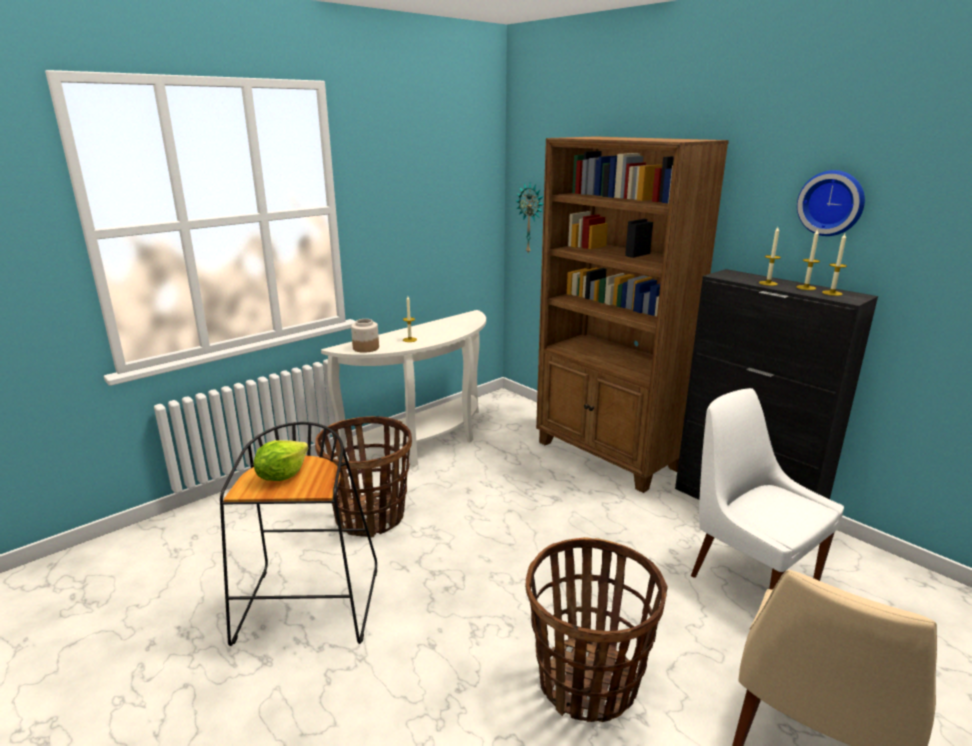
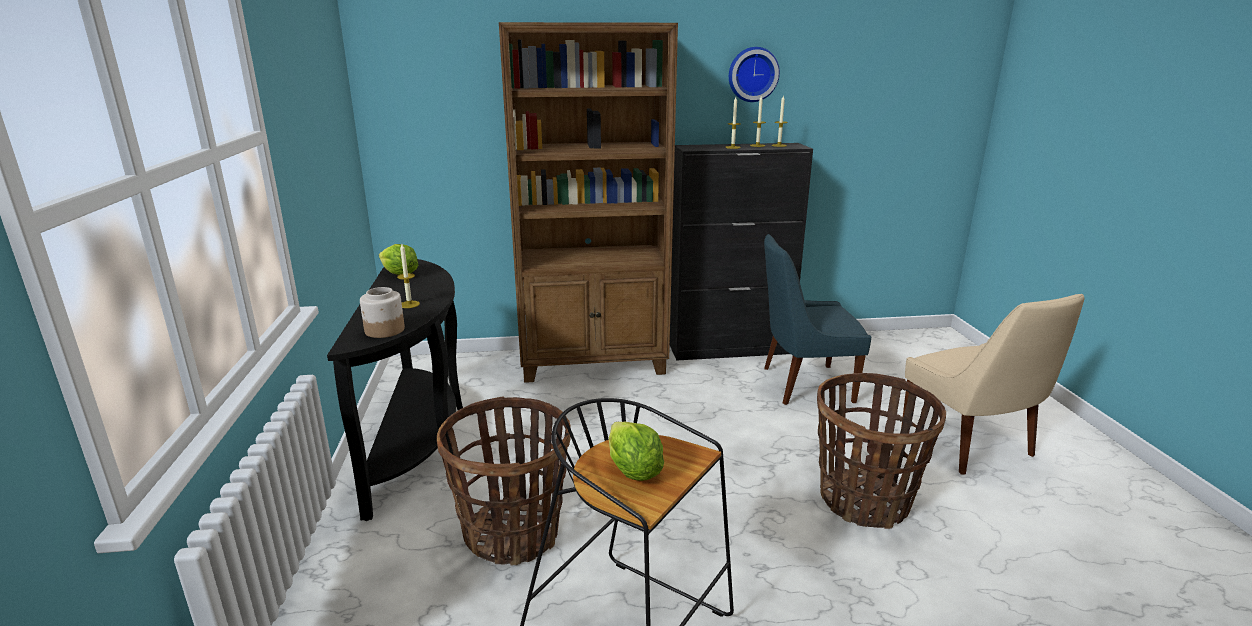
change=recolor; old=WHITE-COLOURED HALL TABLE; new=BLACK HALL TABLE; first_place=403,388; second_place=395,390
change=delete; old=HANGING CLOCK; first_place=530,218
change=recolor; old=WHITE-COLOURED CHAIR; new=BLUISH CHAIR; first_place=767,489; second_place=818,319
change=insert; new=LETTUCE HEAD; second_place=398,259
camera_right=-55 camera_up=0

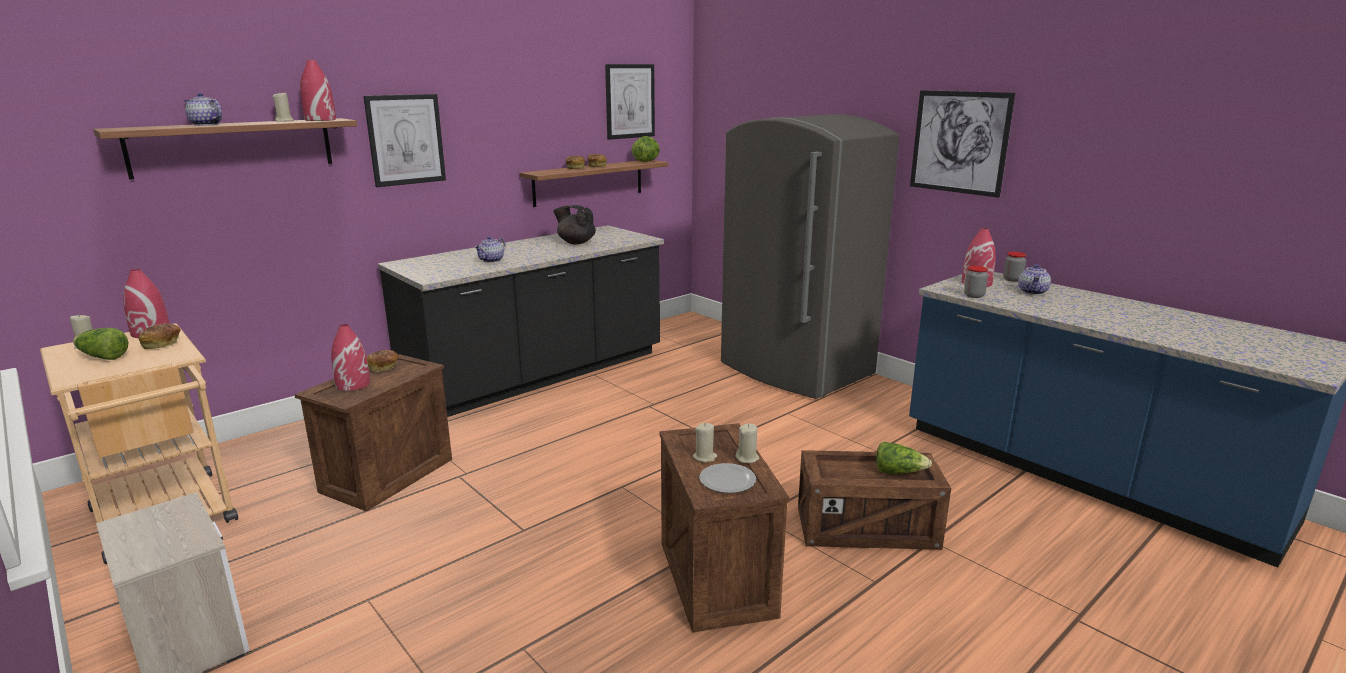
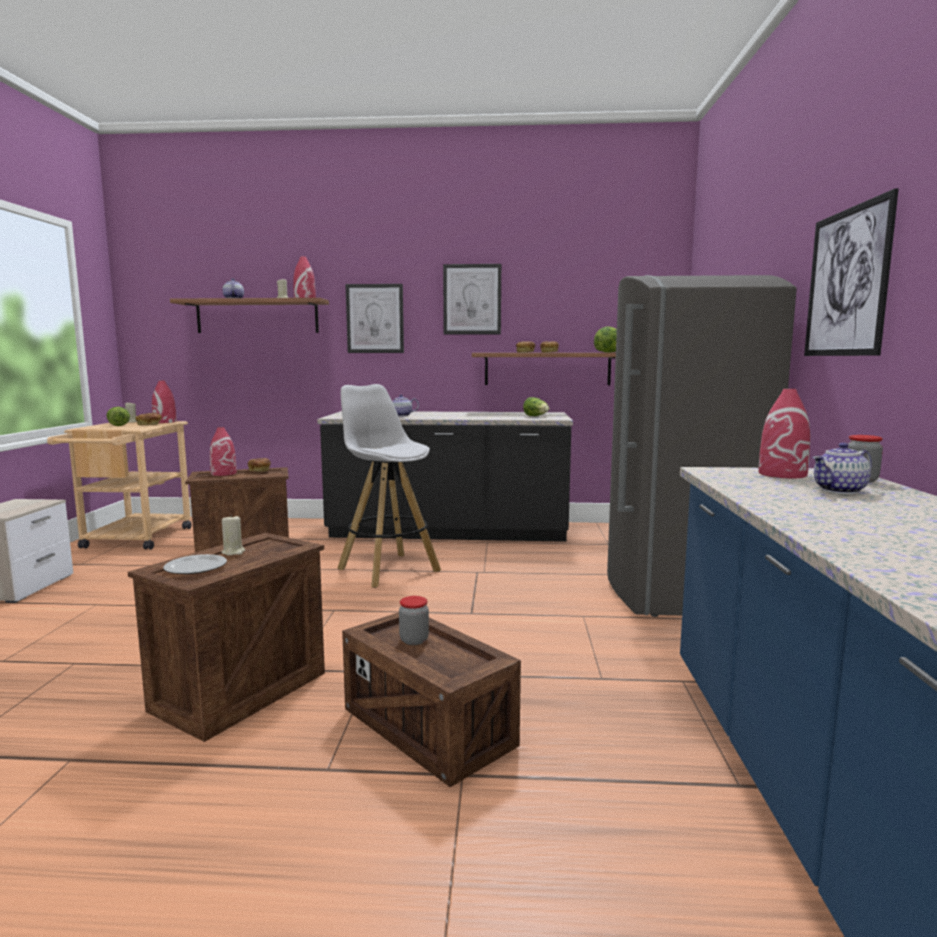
change=delete; old=BLACK TEA POT; first_place=574,224
change=move; old=WALL PICTURE; first_place=630,102; second_place=472,299
change=delete; old=BEIGE-COLOURED WAX CANDLE; first_place=747,443
change=move; old=LETTUCE HEAD; first_place=904,458; second_place=536,406
change=move; old=PRESERVE JAR; first_place=976,282; second_place=414,620
change=insert; new=WHITE-COLOURED STOOL; second_place=389,486
camera_right=45 camera_up=-10

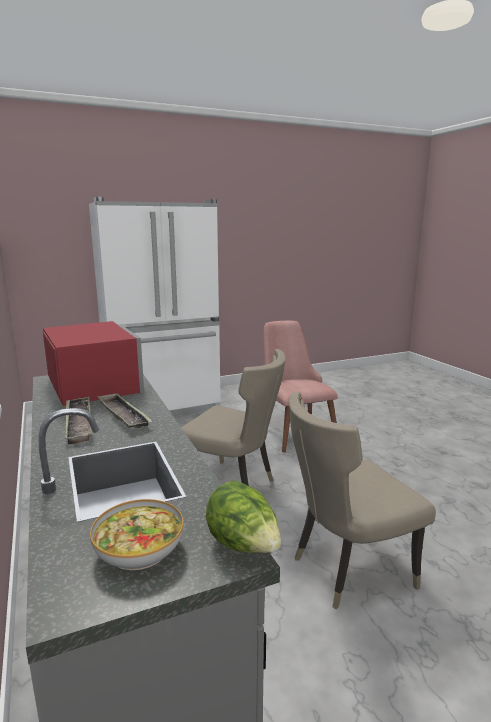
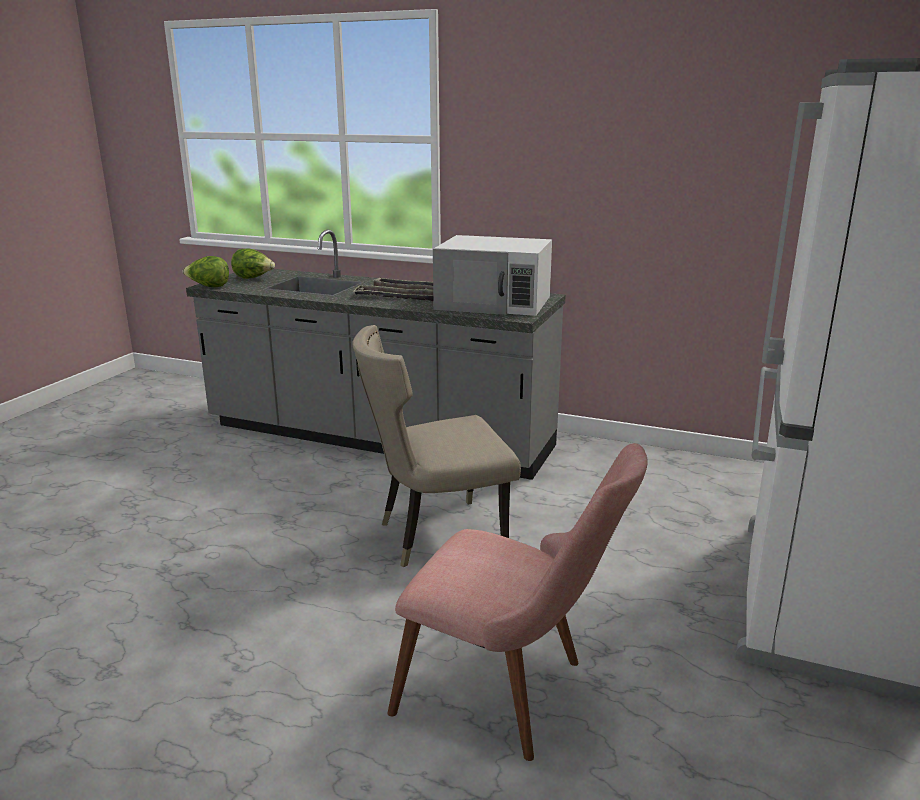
change=recolor; old=REDDISH MICROWAVE; new=WHITE-COLOURED MICROWAVE; first_place=93,363; second_place=492,275
change=replace; old=BOWL; new=LETTUCE HEAD; first_place=136,534; second_place=253,263
change=delete; old=BEIGE-COLOURED CHAIR; first_place=362,500
camera_right=135 camera_up=5

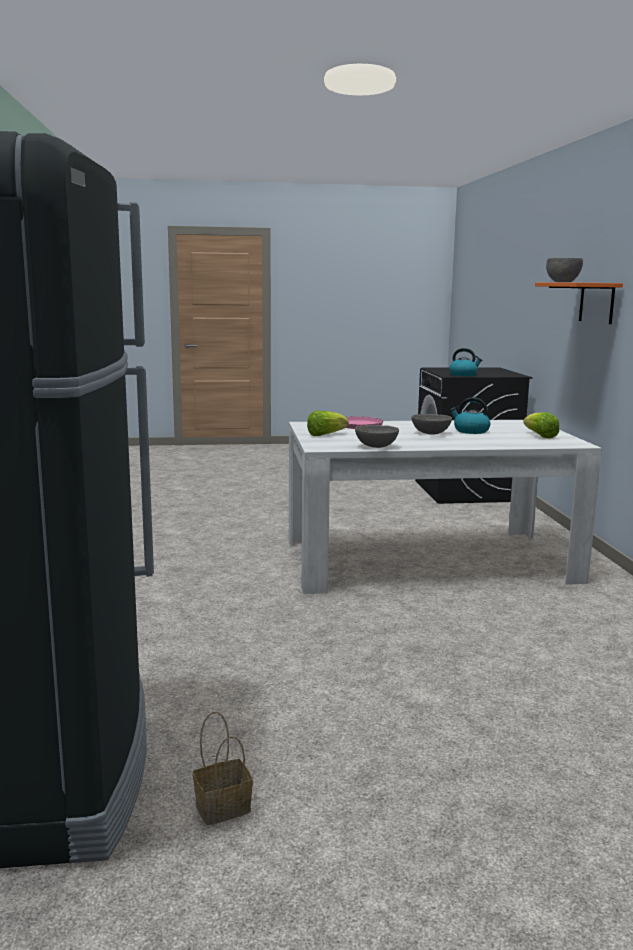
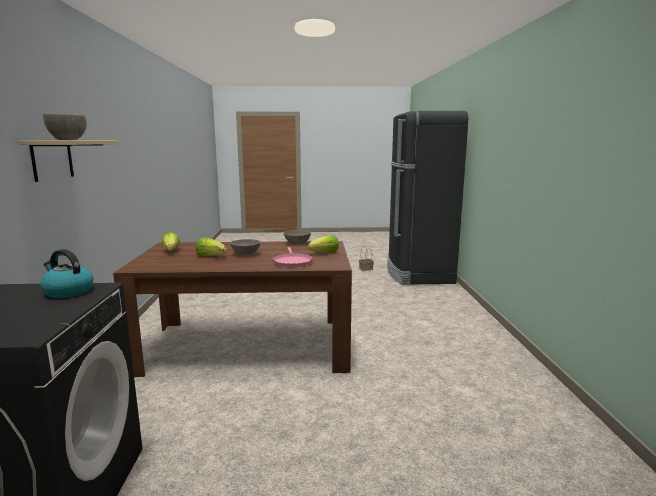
change=recolor; old=WHITE-COLOURED DINNER TABLE; new=BROWN DINNER TABLE; first_place=445,507; second_place=232,309
change=replace; old=TEA KETTLE; new=LETTUCE HEAD; first_place=470,415; second_place=211,247
change=recolor; old=ORANGEY BRACKET SHELF; new=BEIGE-COLOURED BRACKET SHELF; first_place=579,303; second_place=68,161
camera_right=-175 camera_up=0

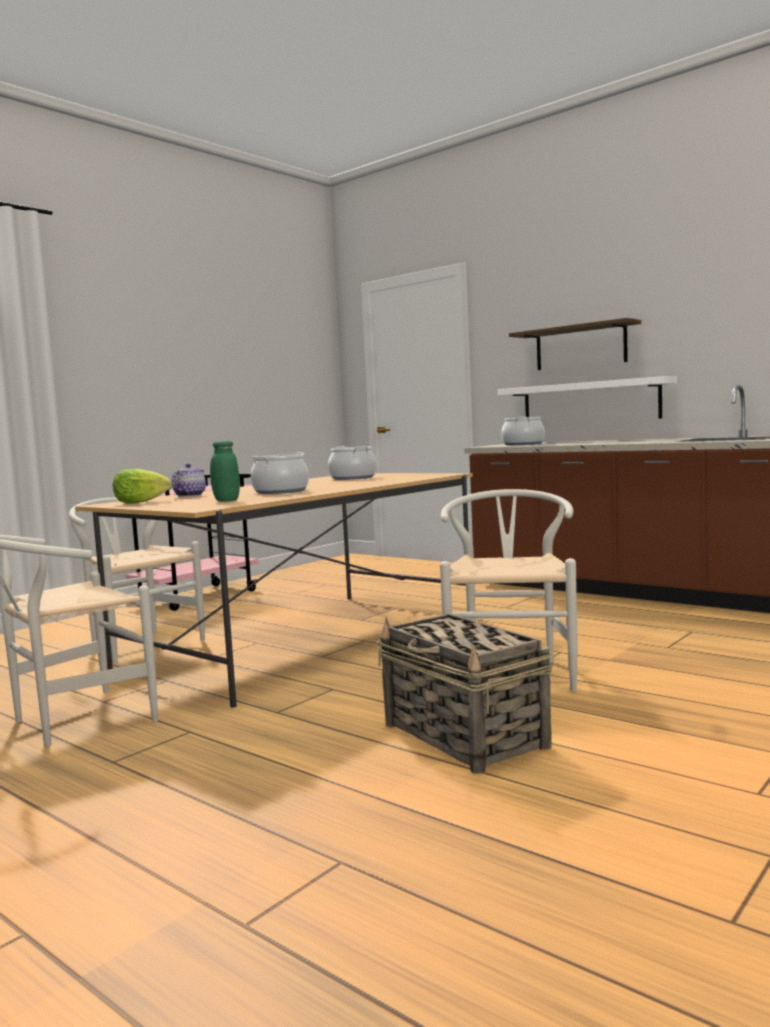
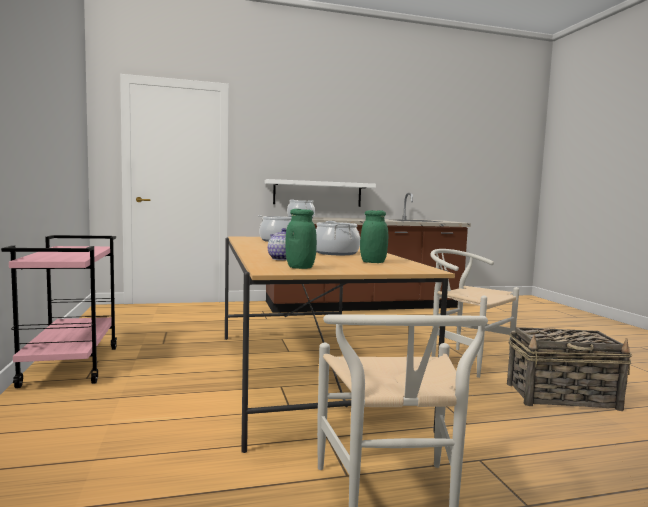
change=delete; old=WHITE-COLOURED CHAIR; first_place=137,580
change=replace; old=LETTUCE HEAD; new=GREENISH PRESERVE JAR; first_place=142,486; second_place=301,239
change=delete; old=BRACKET SHELF; first_place=575,344
camera_right=-55 camera_up=0

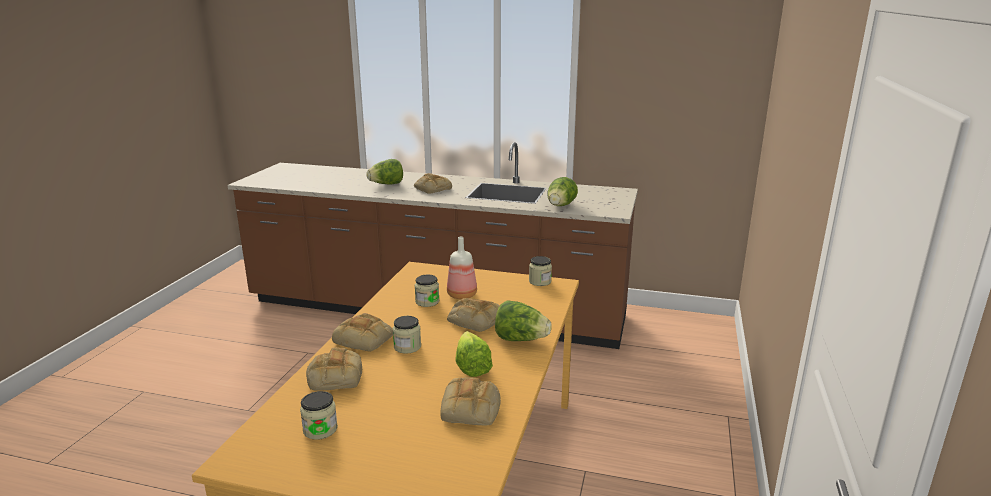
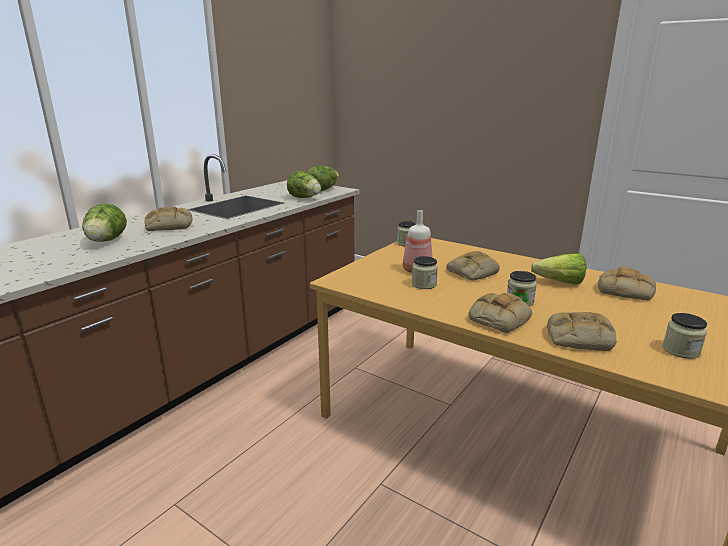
change=move; old=LETTUCE HEAD; first_place=523,320; second_place=323,178
camera_right=-70 camera_up=0

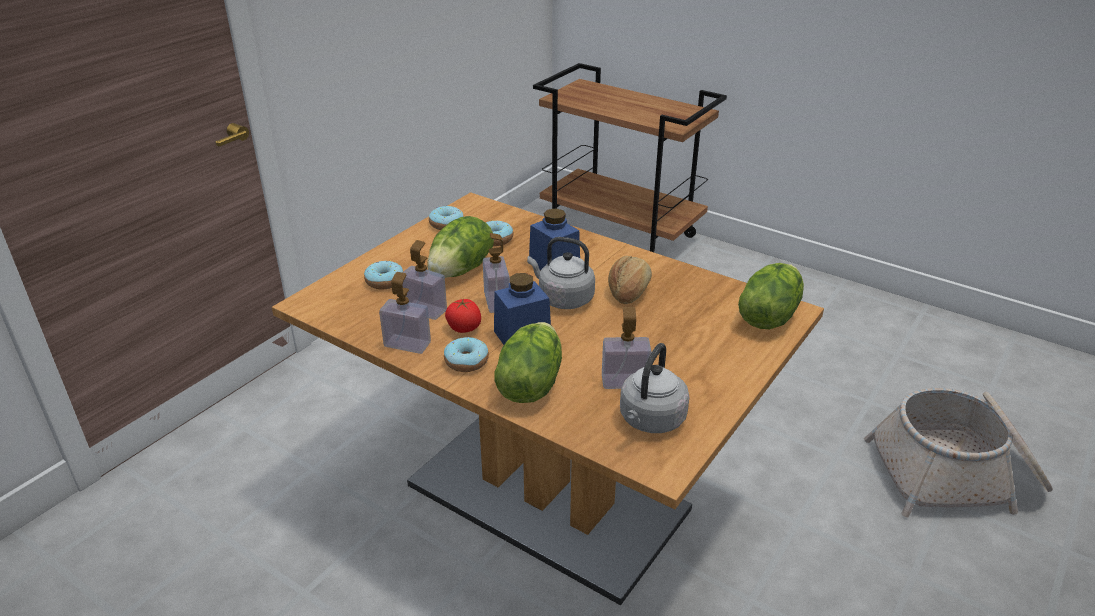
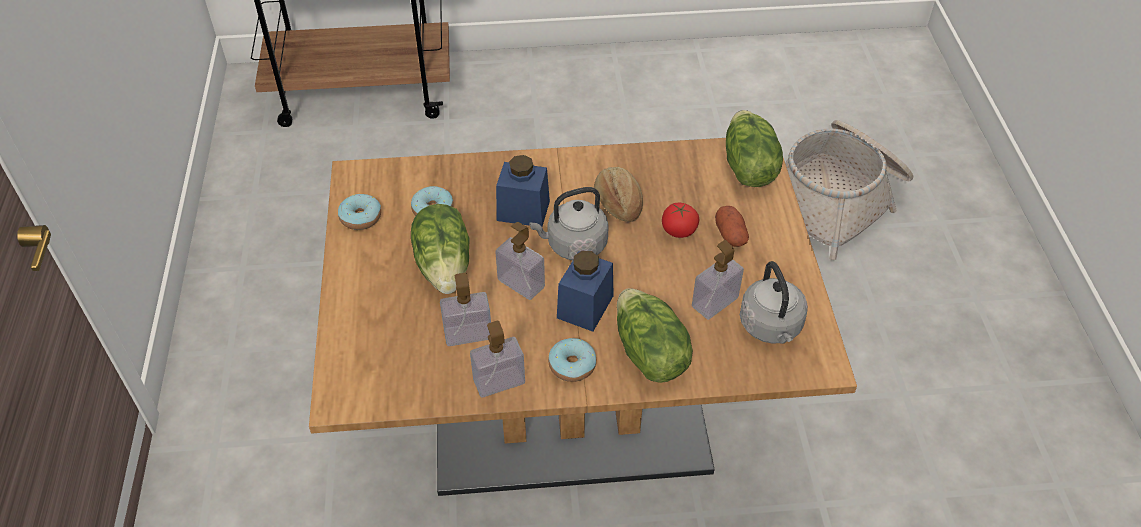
change=delete; old=DOUGHNUT; first_place=383,275
change=move; old=TOMATO; first_place=463,316; second_place=681,220
change=insert; new=POTATO; second_place=732,226
camera_right=-40 camera_up=15

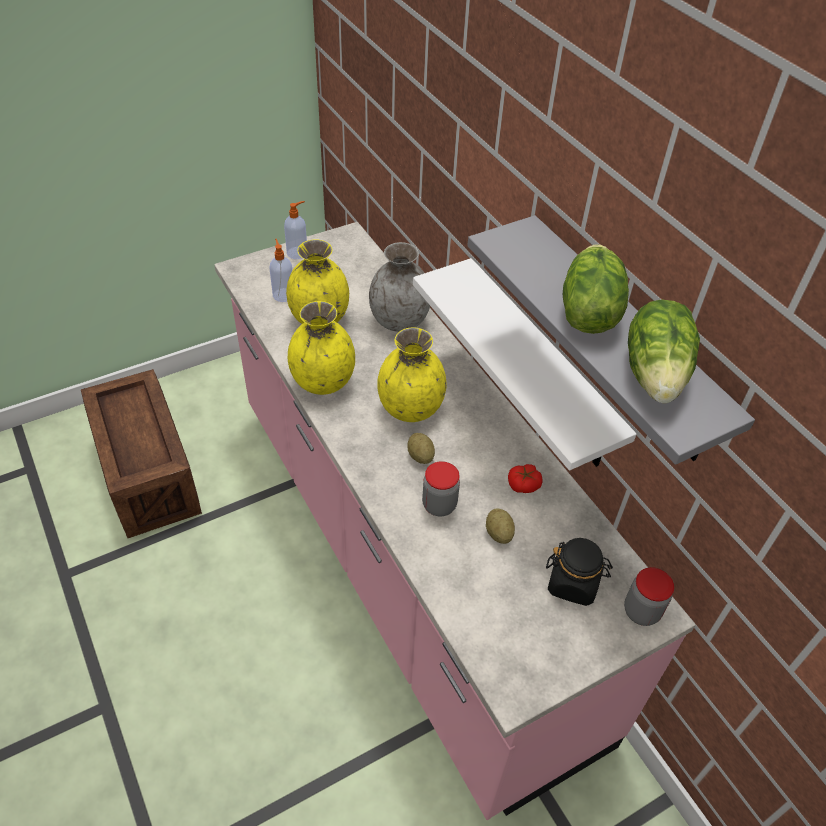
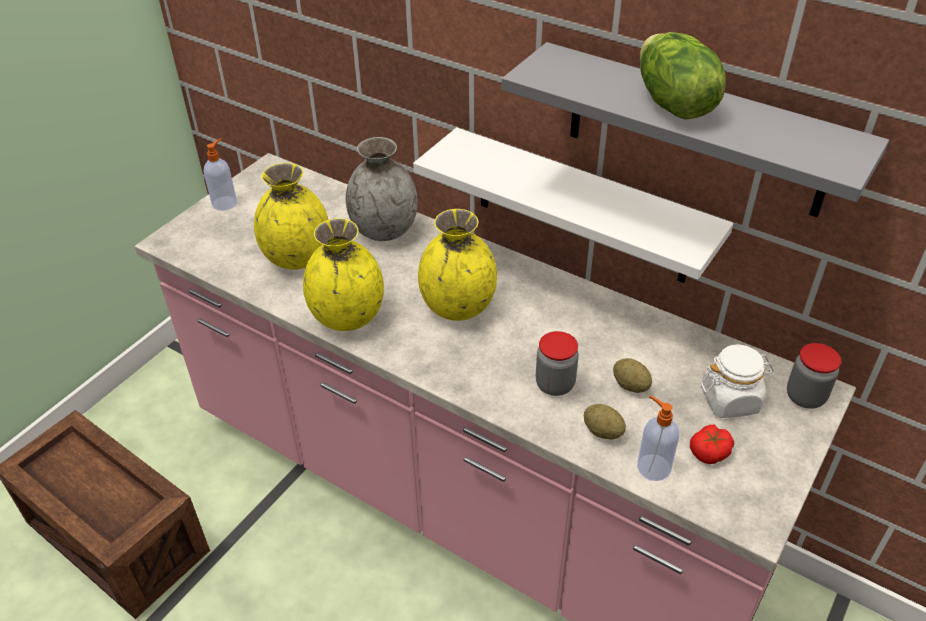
change=move; old=SOAP DISPENSER; first_place=281,270; second_place=658,438
change=move; old=POTATO; first_place=421,448; second_place=605,422
change=move; old=TOMATO; first_place=525,478; second_place=712,444
change=recolor; old=BLACK PRESERVE JAR; new=WHITE-COLOURED PRESERVE JAR; first_place=579,572; second_place=737,381
change=delete; old=LETTUCE HEAD; first_place=664,351
camera_right=-25 camera_up=-5

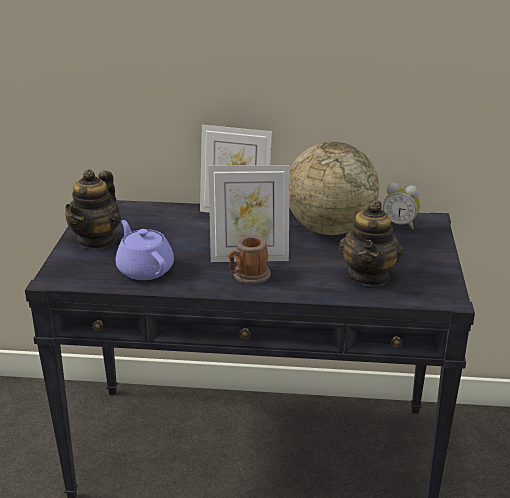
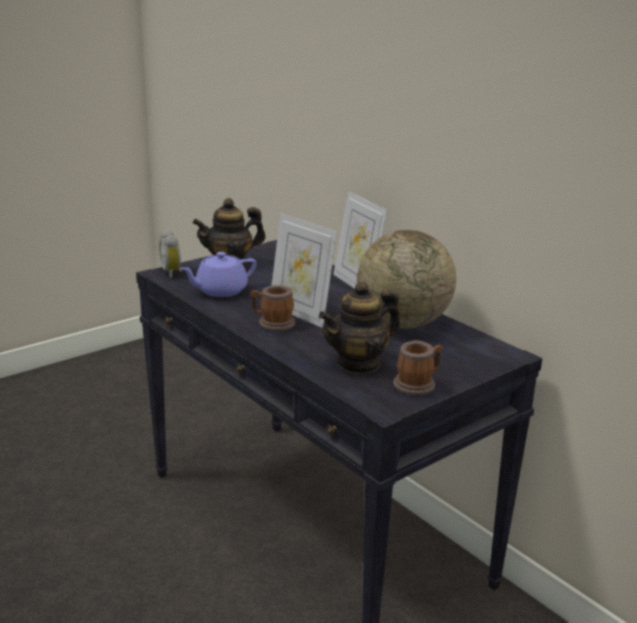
change=rotate; old=PURPLE TEA POT; first_place=145,250; second_place=218,274; degrees=-135
change=move; old=BEDSIDE CLOCK; first_place=401,206; second_place=170,254
change=insert; new=MUG; second_place=418,368
camera_right=45 camera_up=-5

